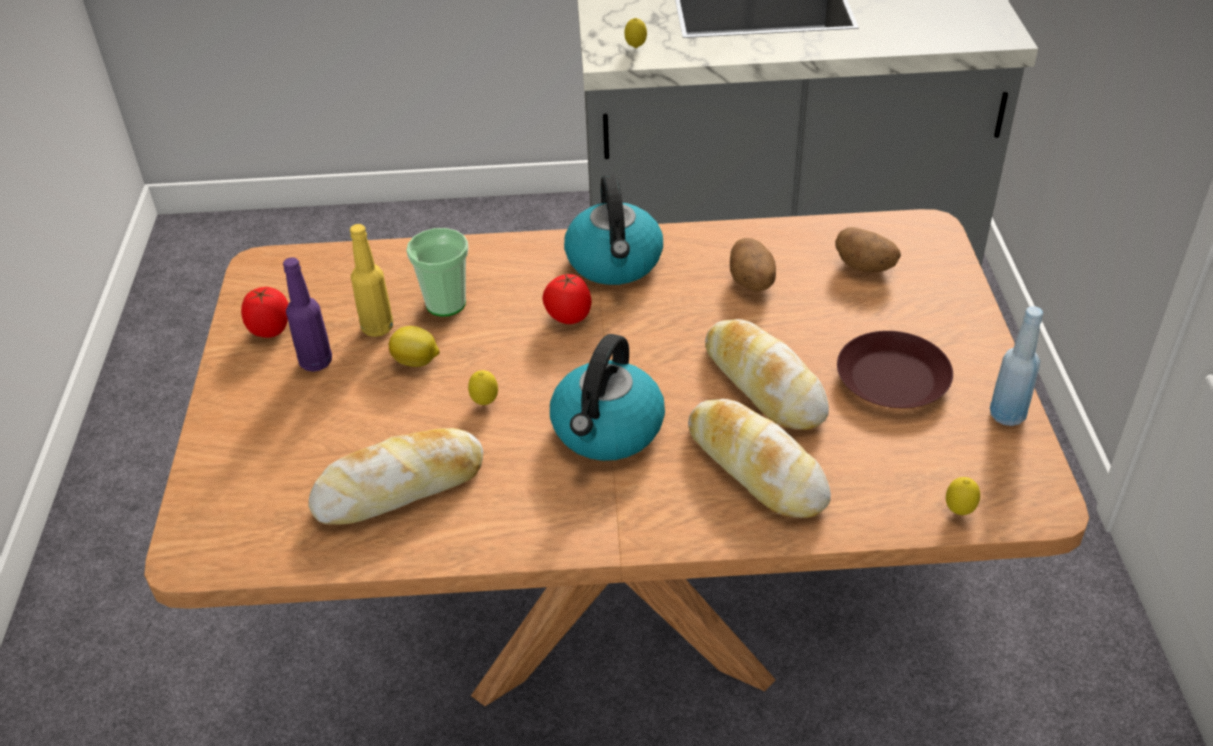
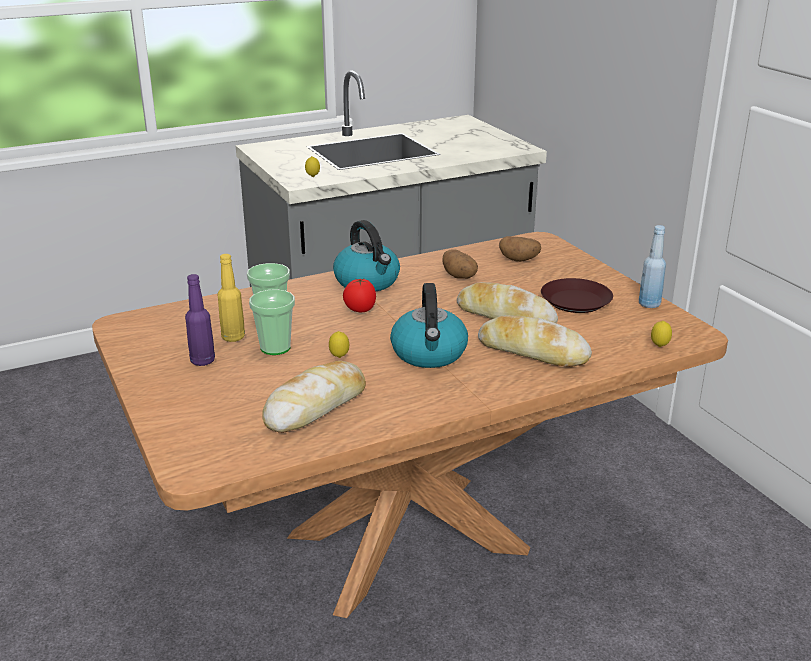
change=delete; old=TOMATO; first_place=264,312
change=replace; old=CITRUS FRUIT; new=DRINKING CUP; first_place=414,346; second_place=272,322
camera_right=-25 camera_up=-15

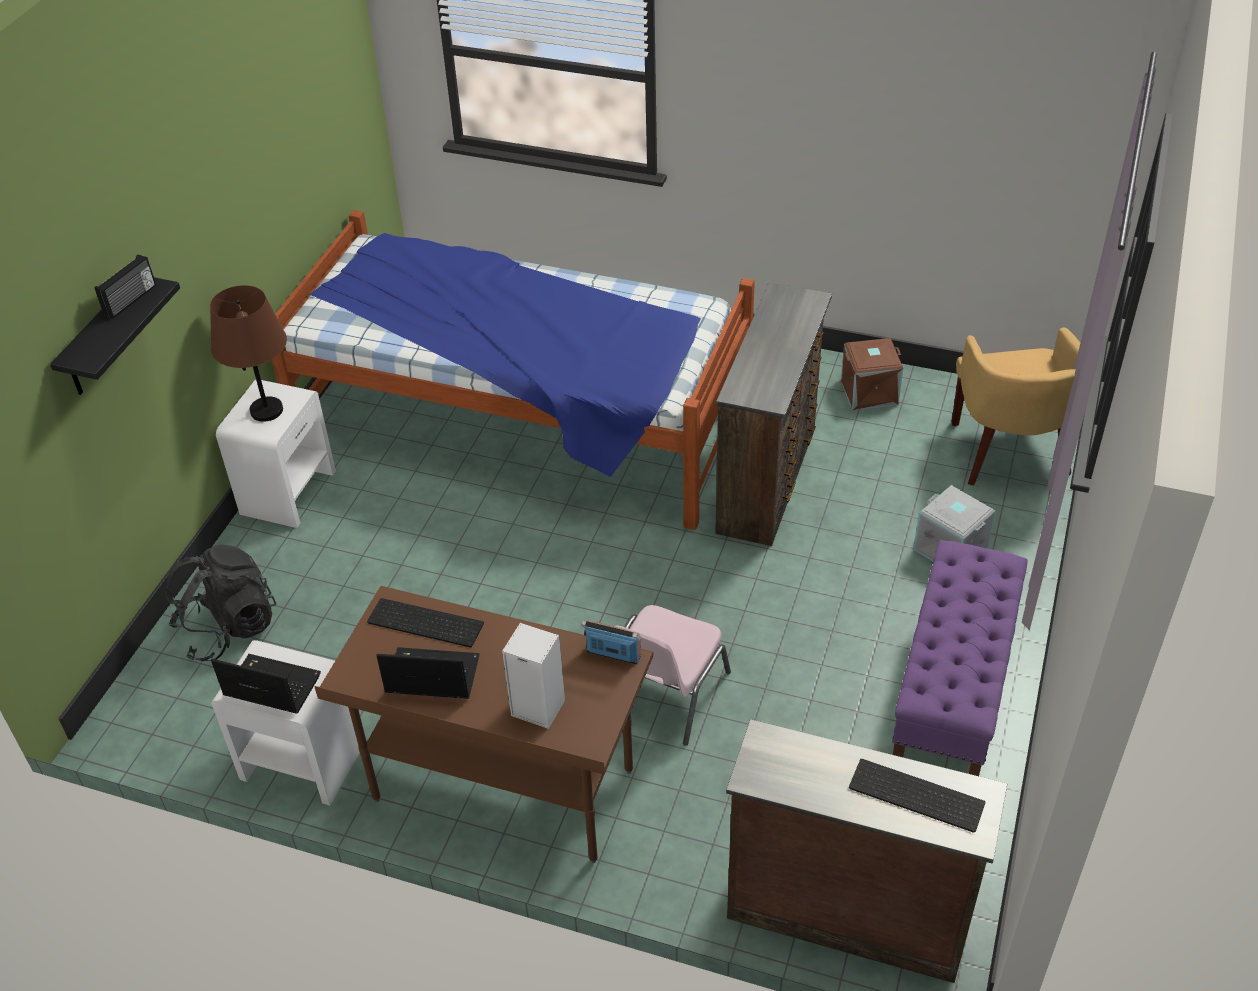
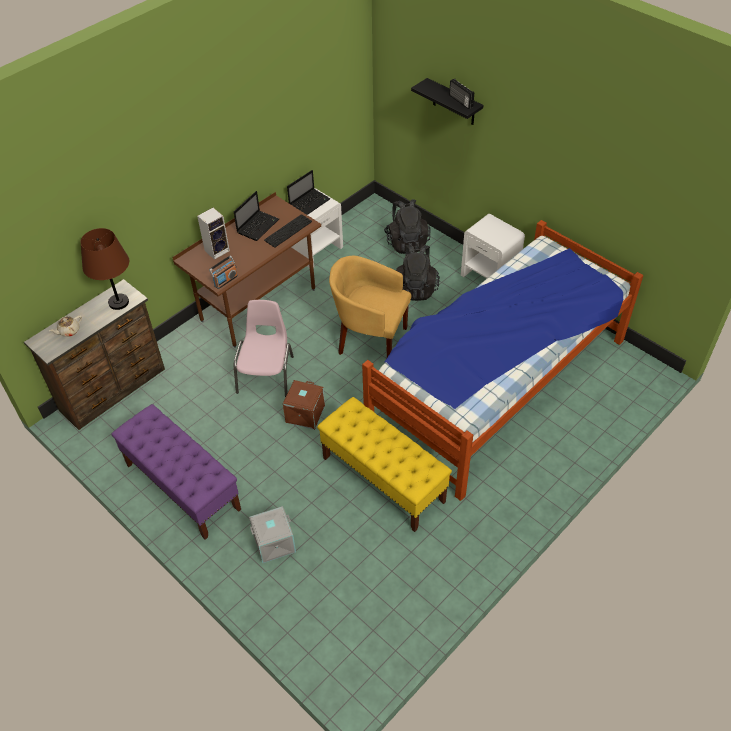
change=move; old=BROWN LAMP FOR A TABLE; first_place=248,353; second_place=104,269
change=rotate; old=PINKISH CHAIR; first_place=672,675; second_place=264,348; degrees=45
change=replace; old=BROWN DRESSER; new=YELLOW BENCH; first_place=773,414; second_place=384,464
change=move; old=BROWN STORAGE BIN; first_place=872,374; second_place=304,405
change=replace; old=PC KEYBOARD; new=BEIGE-COLOURED TEA POT; first_place=917,796; second_place=65,326
change=move; old=YELLOW ARMCHAIR; first_place=1015,406; second_place=370,306
change=insert; new=BLACK RUCKSACK; second_place=418,273
camera_right=115 camera_up=5

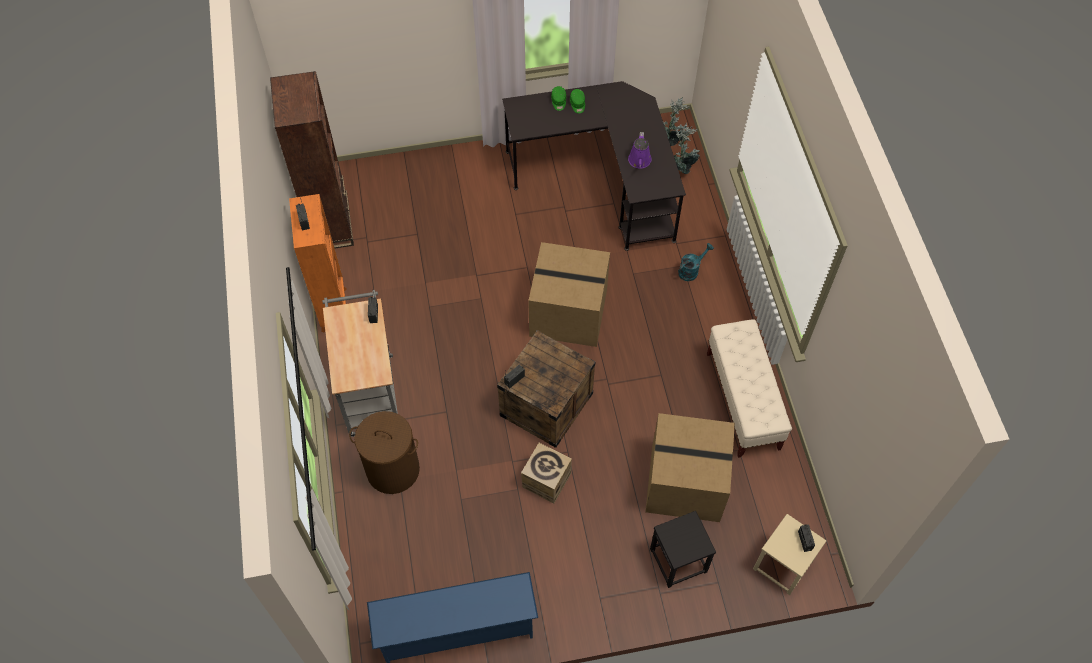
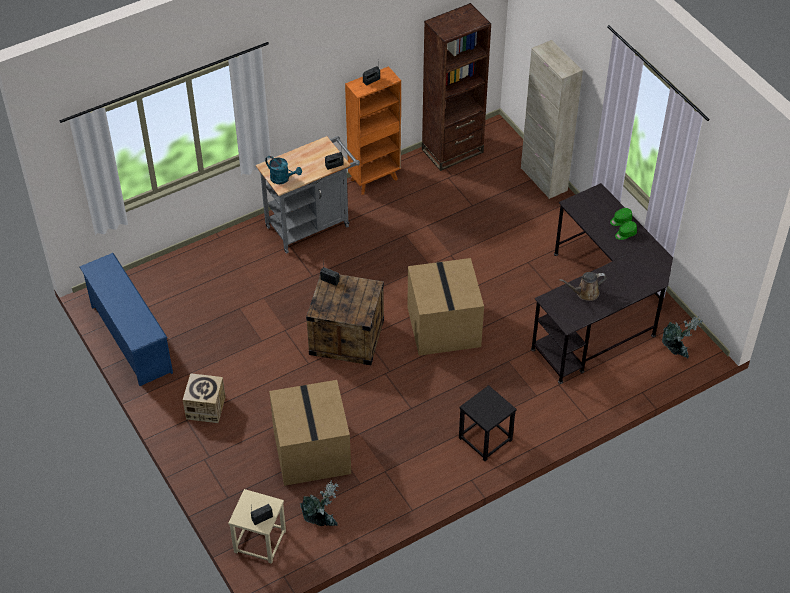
change=delete; old=BROWN WASHING BASKET; first_place=384,452
change=move; old=CARDBOARD BOX; first_place=546,473; second_place=204,398
change=recolor; old=PURPLE WATERING POT; new=BROWN WATERING POT; first_place=640,150; second_place=582,286
change=move; old=BLACK STOOL; first_place=683,549; second_place=488,423
change=move; old=POTTED PLANT; first_place=687,148; second_place=319,503
change=move; old=TURQUOISE-COLOURED WATERING POT; first_place=696,262; second_place=283,170
change=delete; old=BEIGE-COLOURED BENCH; first_place=749,388
change=insert; new=BEIGE-COLOURED CABINET; second_place=552,119
camera_right=70 camera_up=-10

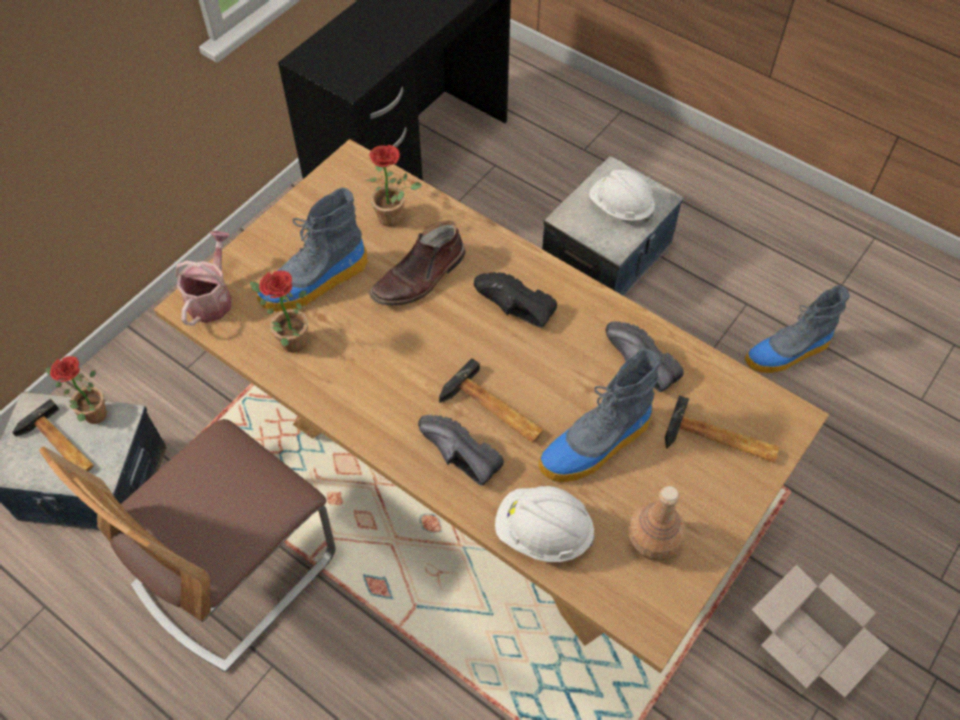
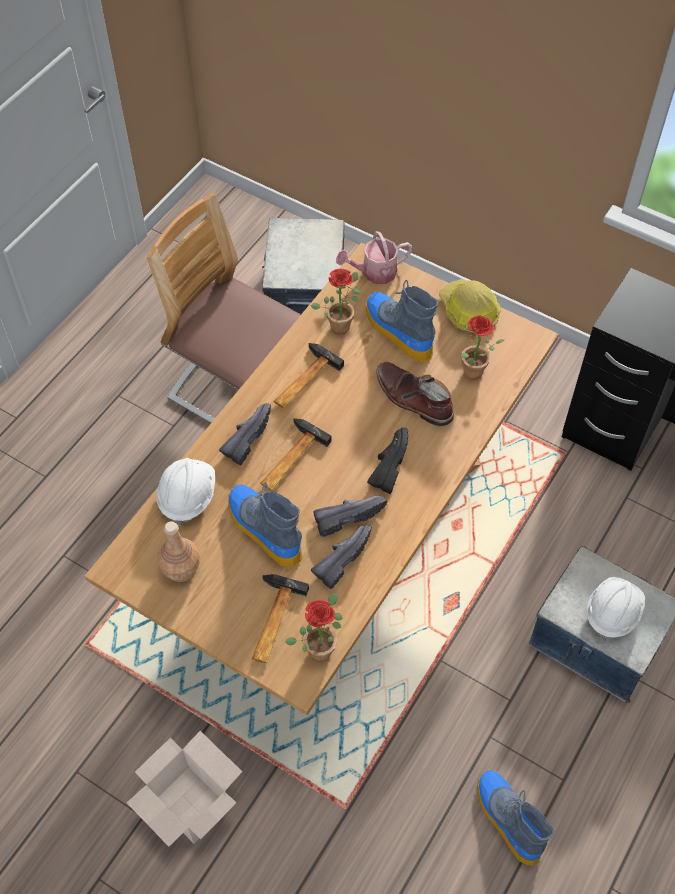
change=move; old=HAMMER; first_place=53,435; second_place=309,375
change=move; old=POTTED PLANT; first_place=76,390; second_place=314,627
change=rotate; old=WATERING POT; first_place=203,278; second_place=374,257; degrees=150
change=insert; new=BLACK SHOE; second_place=350,516
change=insert; new=WORK HELMET; second_place=469,306
camera_right=85 camera_up=0

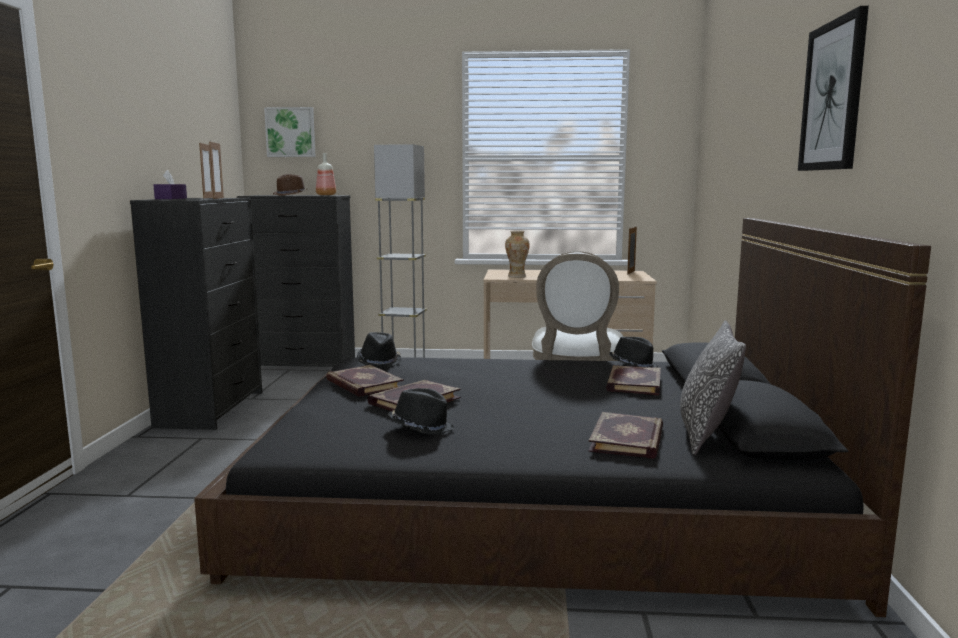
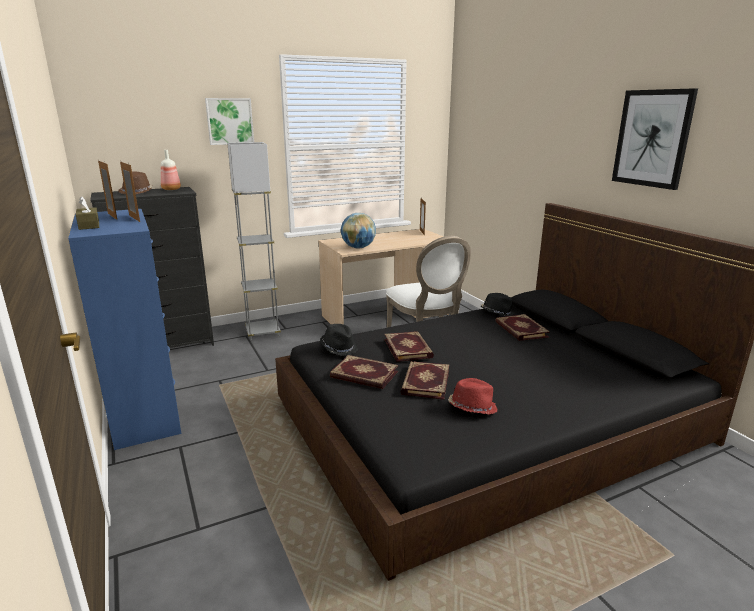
change=recolor; old=BLACK DRESSER; new=BLUISH DRESSER; first_place=196,314; second_place=125,329
change=recolor; old=PURPLE TISSUE BOX; new=BROWN TISSUE BOX; first_place=170,184; second_place=87,213
change=move; old=WALL PICTURE; first_place=289,132; second_place=229,121
change=recolor; old=BLACK HAT; new=REDDISH HAT; first_place=421,411; second_place=472,396
change=replace; old=FLOWER VASE; new=DESK GLOBE; first_place=517,254; second_place=358,230
change=move; old=BOUND BOOK; first_place=625,435; second_place=409,346
change=delete; old=THROW PILLOW; first_place=713,387
camera_right=-30 camera_up=10

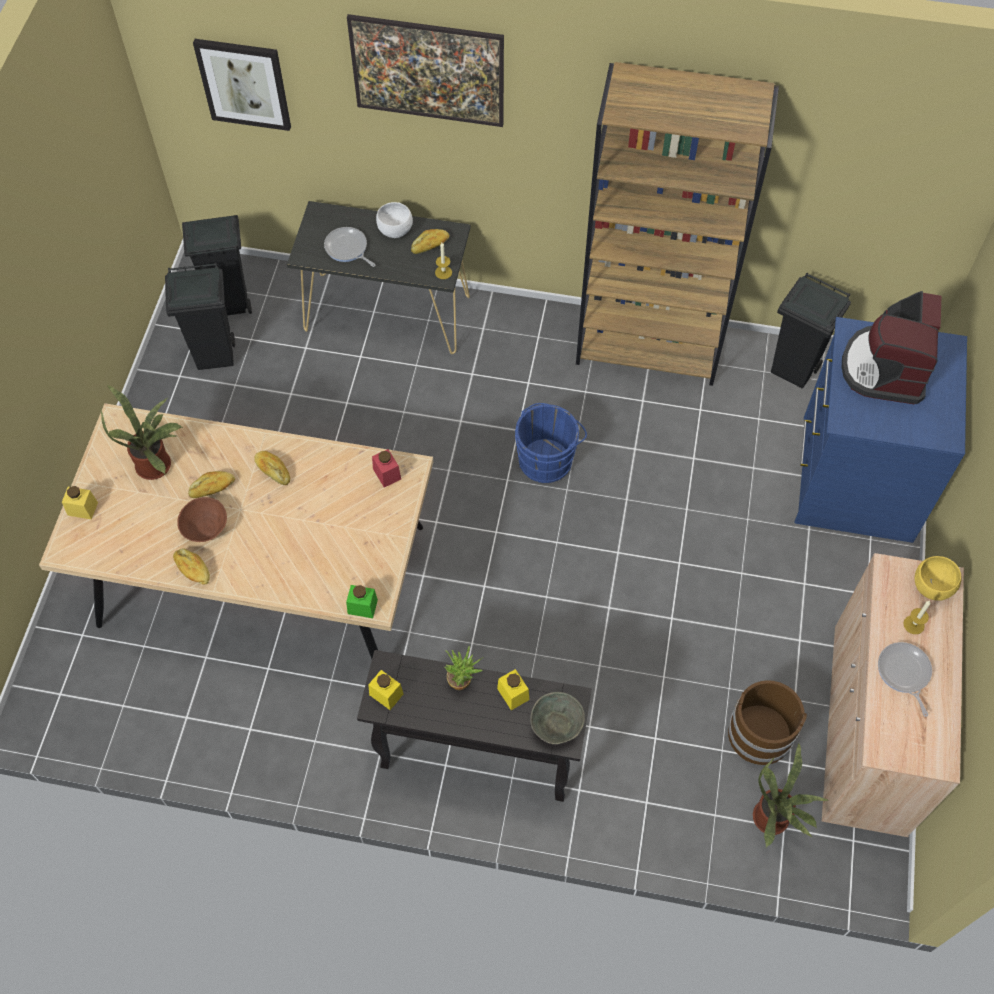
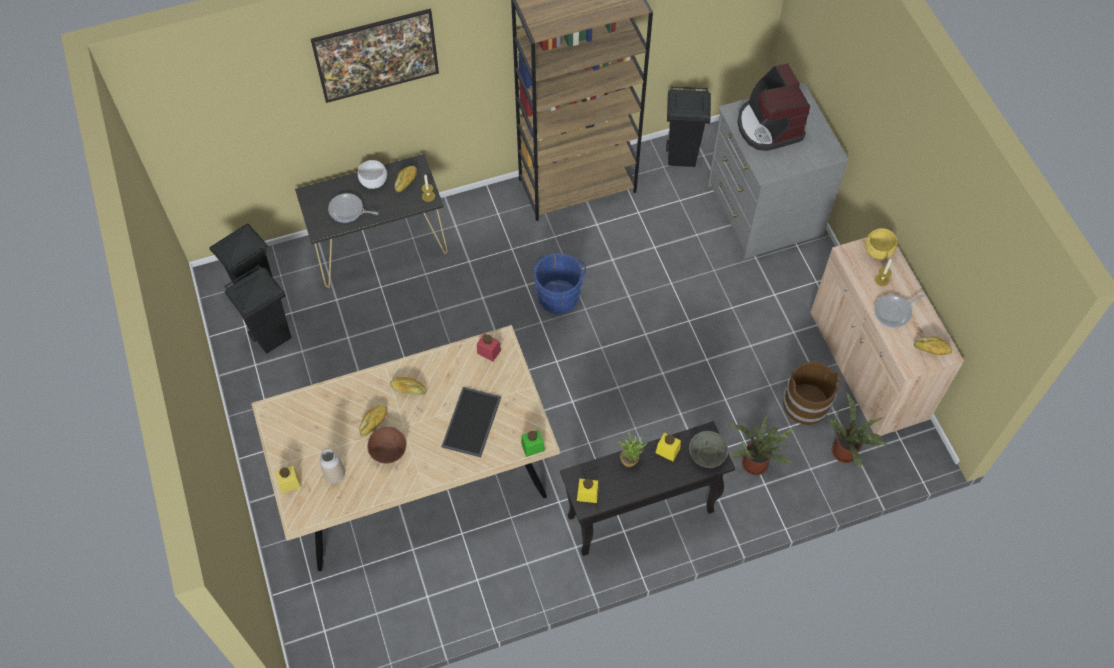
change=move; old=POTTED PLANT; first_place=141,432; second_place=761,444
change=move; old=BREAD; first_place=191,566; second_place=933,345
change=delete; old=WALL PICTURE; first_place=242,85
change=recolor; old=BLUISH DRESSER; new=GRAY DRESSER; first_place=880,430; second_place=778,171
change=rotate; old=PAN; first_place=905,679; second_place=899,311; degrees=-75
change=insert; new=FLOWER VASE; second_place=332,466
change=insert; new=CARRYING TRAY; second_place=471,422
camera_right=-30 camera_up=0

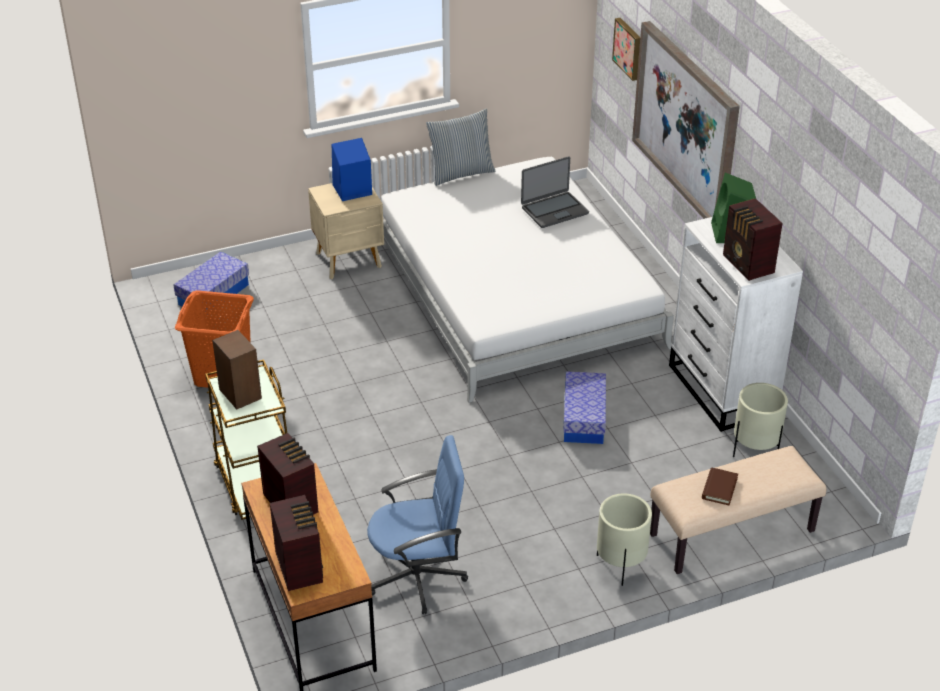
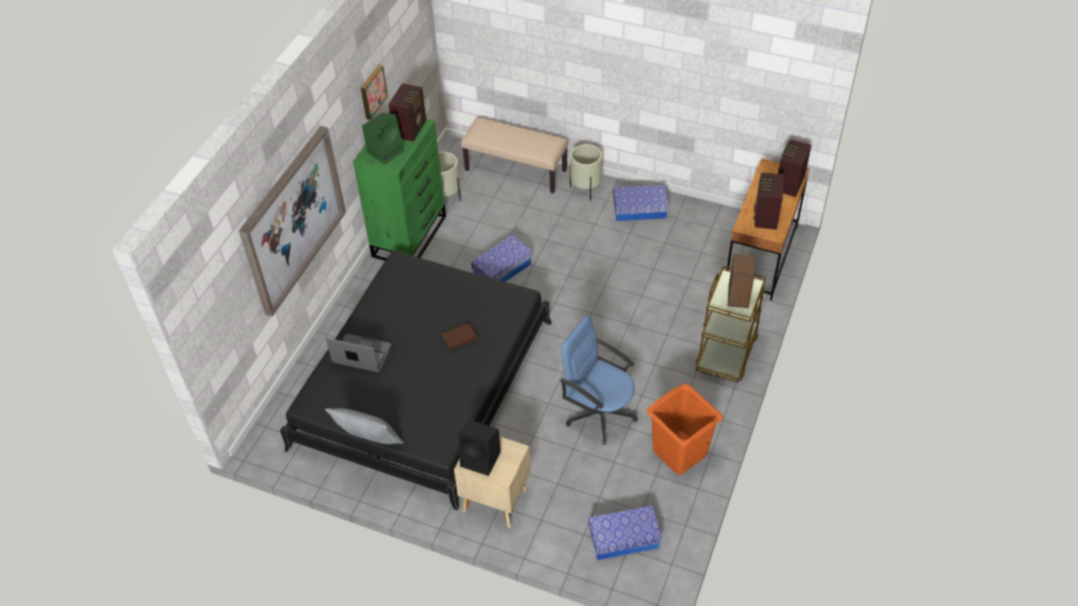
change=recolor; old=BLUISH AUDIO SPEAKER; new=BLACK AUDIO SPEAKER; first_place=352,169; second_place=480,448
change=move; old=BLUISH DESK CHAIR; first_place=417,524; second_place=599,380
change=recolor; old=WHITE-COLOURED SLEEPING BED; new=BLACK SLEEPING BED; first_place=527,280; second_place=416,380
change=move; old=WALL PICTURE; first_place=626,49; second_place=374,92
change=recolor; old=WHITE-COLOURED DRESSER; new=GREENISH DRESSER; first_place=736,324; second_place=399,186
change=move; old=BROWN BOUND BOOK; first_place=720,486; second_place=459,336
change=insert; new=STORAGE BIN; second_place=641,203
camera_right=-135 camera_up=10

